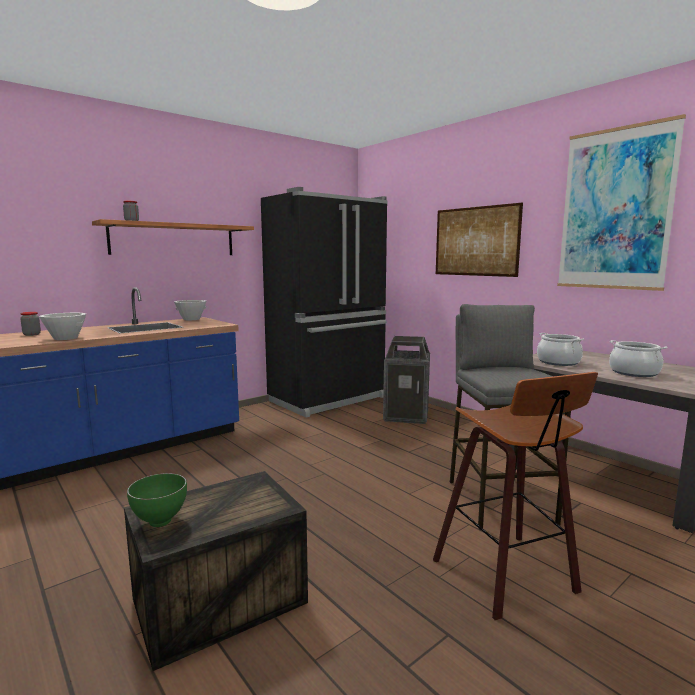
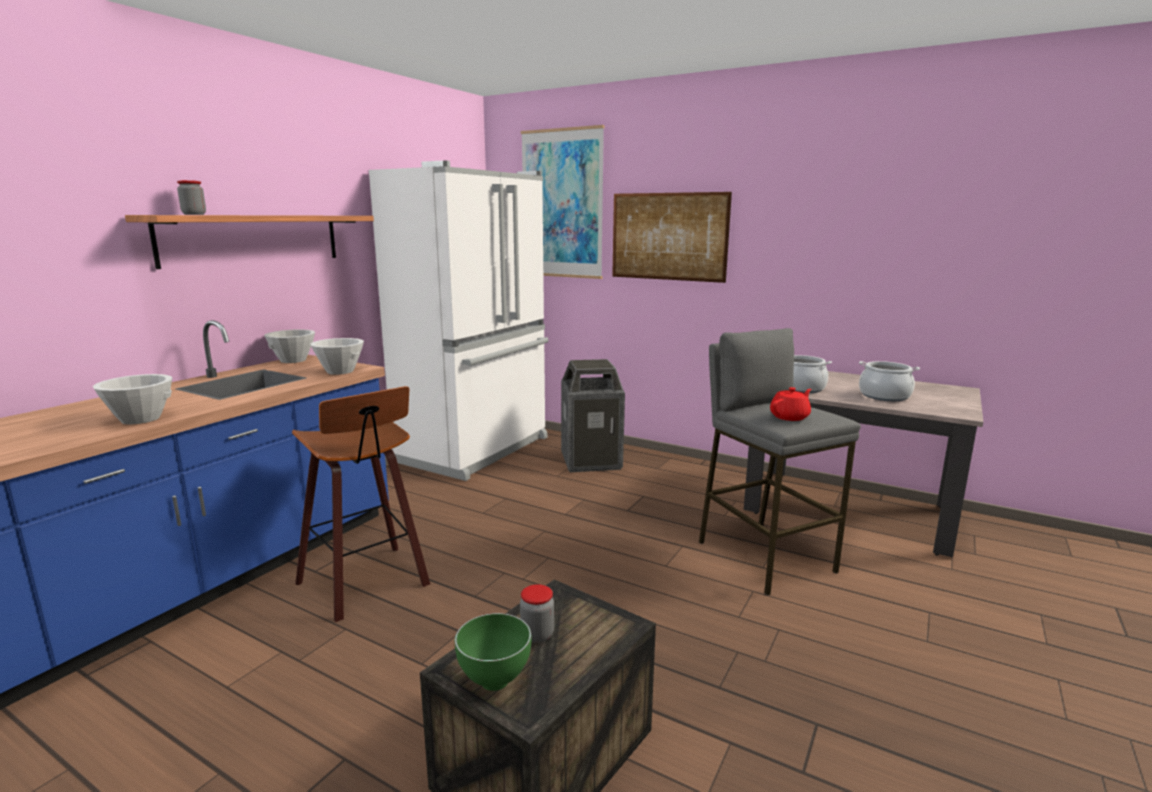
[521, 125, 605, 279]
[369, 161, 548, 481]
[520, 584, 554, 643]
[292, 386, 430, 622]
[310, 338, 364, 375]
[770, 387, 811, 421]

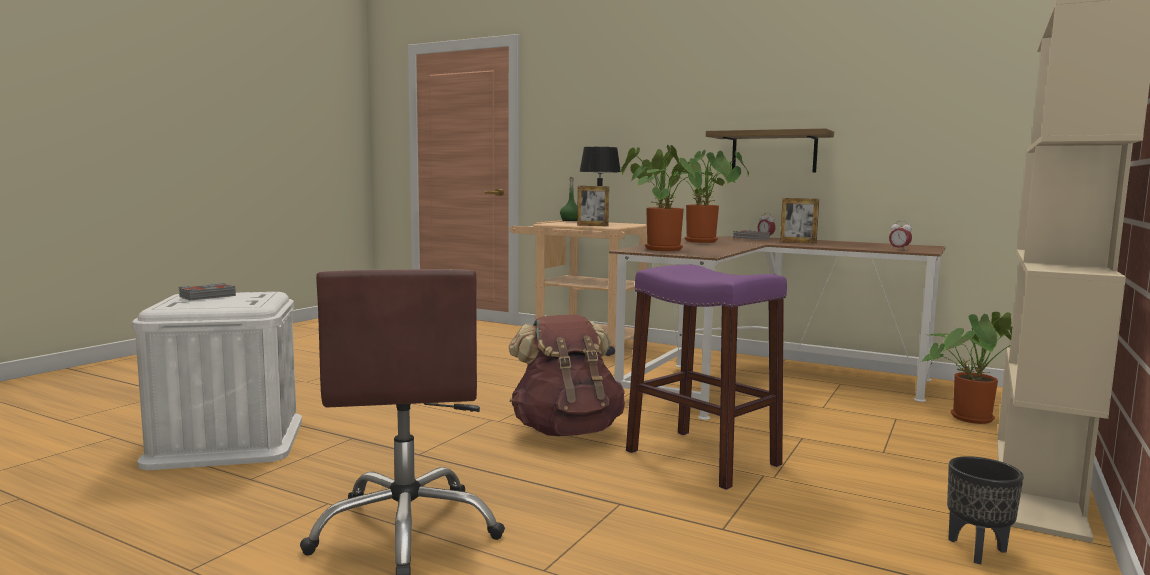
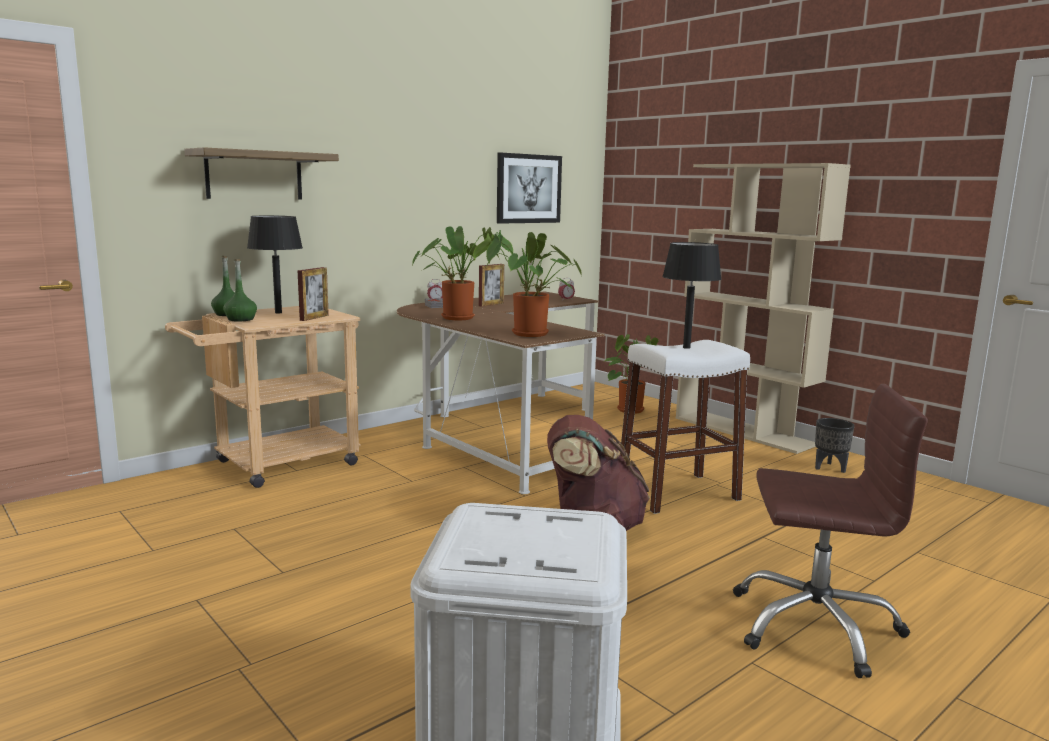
[184, 147, 339, 199]
[620, 340, 750, 514]
[179, 283, 236, 300] (first image)
[497, 153, 562, 224]
[662, 242, 722, 349]
[223, 259, 257, 322]

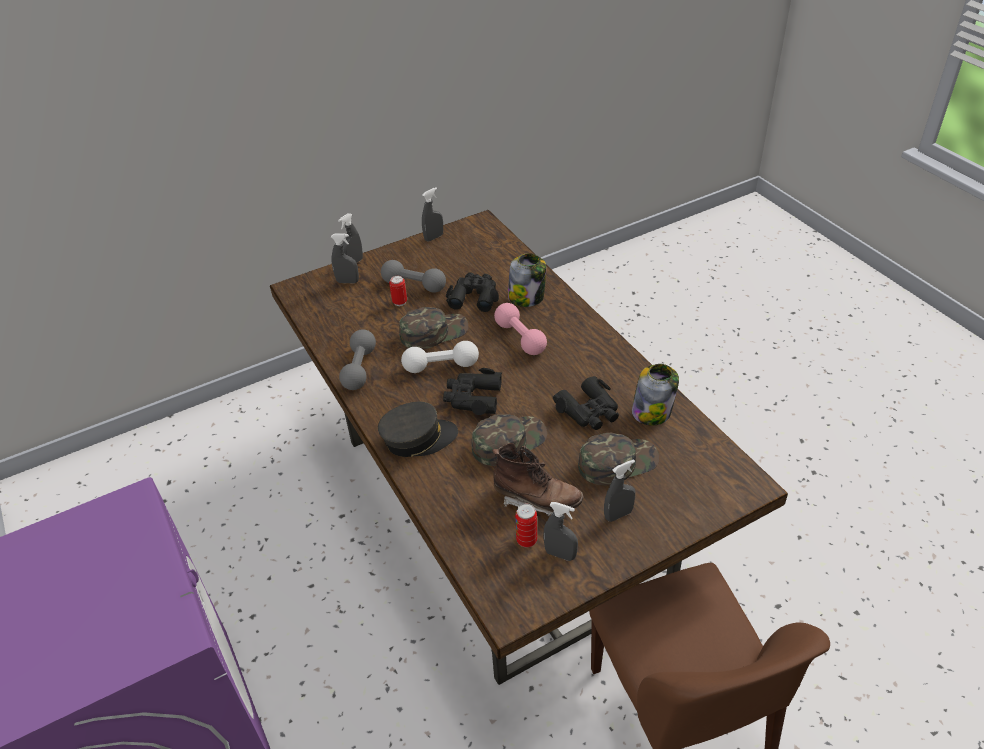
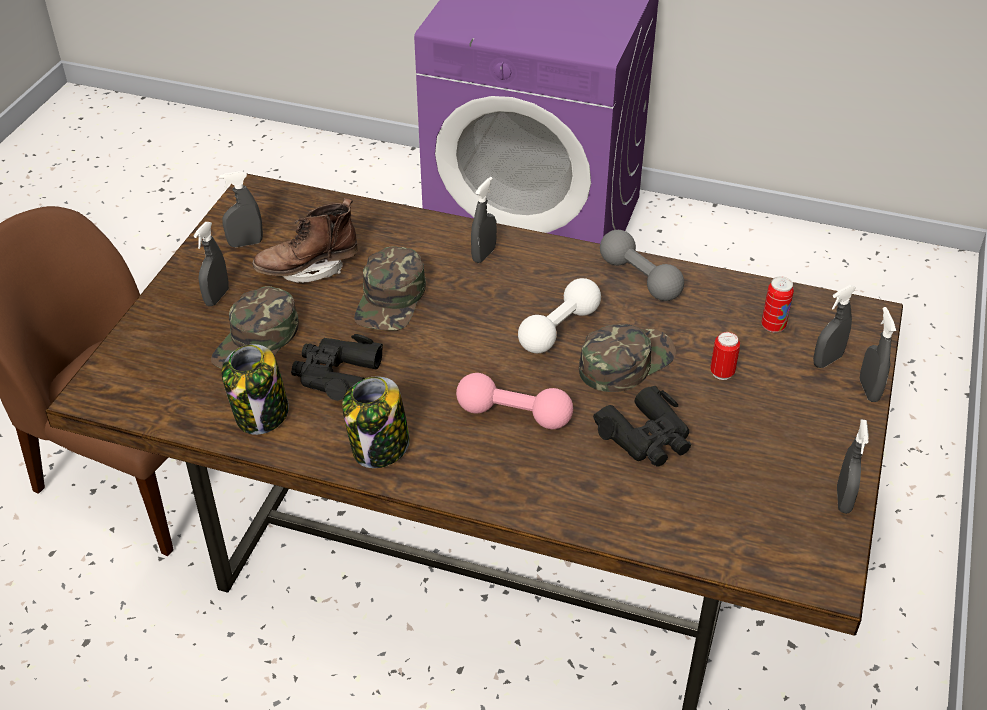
[342, 377, 410, 468]
[381, 260, 446, 293] (first image)
[579, 324, 676, 392]
[443, 368, 502, 415] (first image)
[471, 177, 497, 263]
[761, 276, 794, 333]

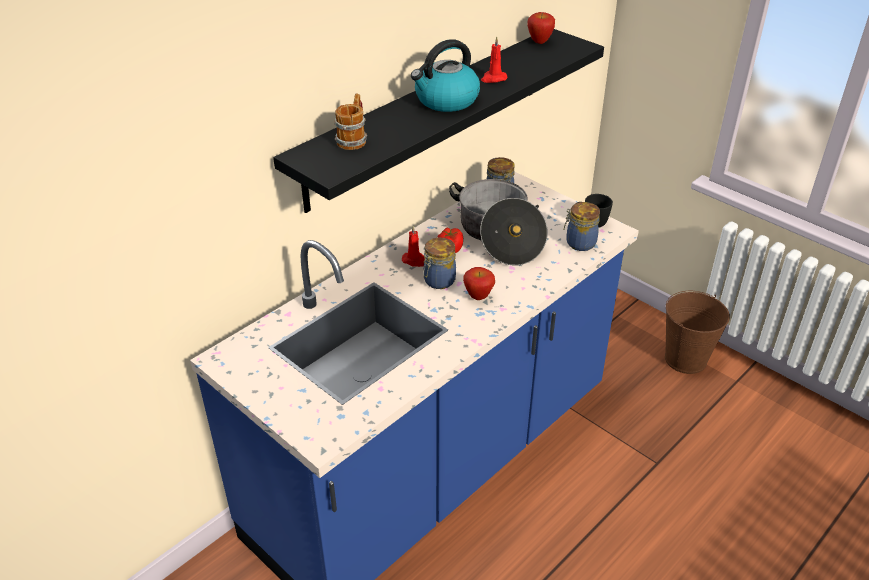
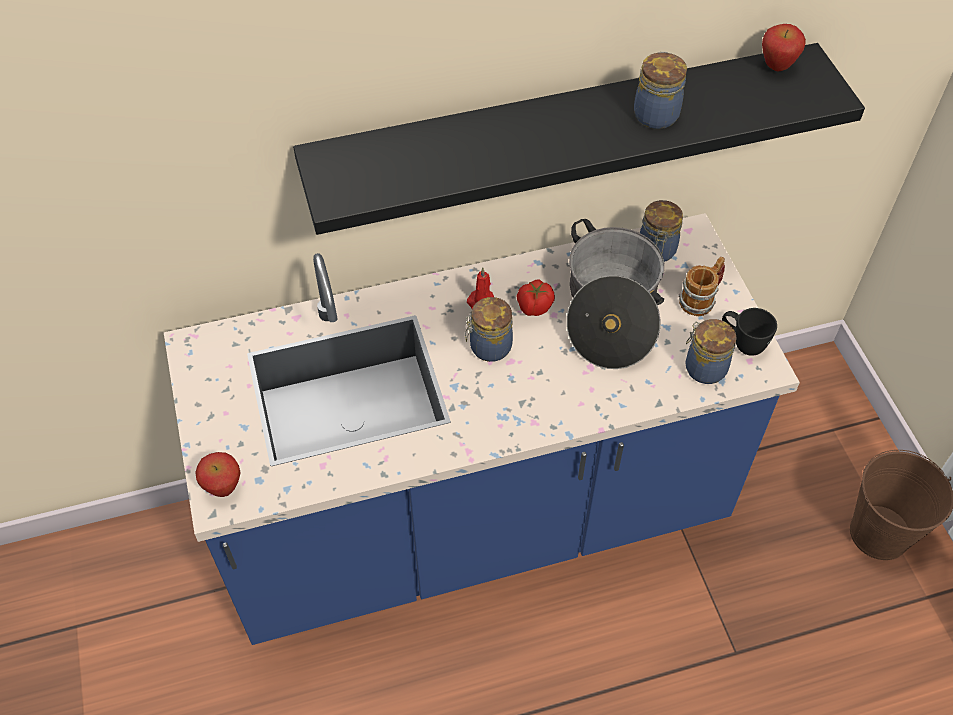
[634, 52, 687, 129]
[411, 39, 480, 112] (first image)
[679, 257, 725, 316]
[195, 452, 241, 497]

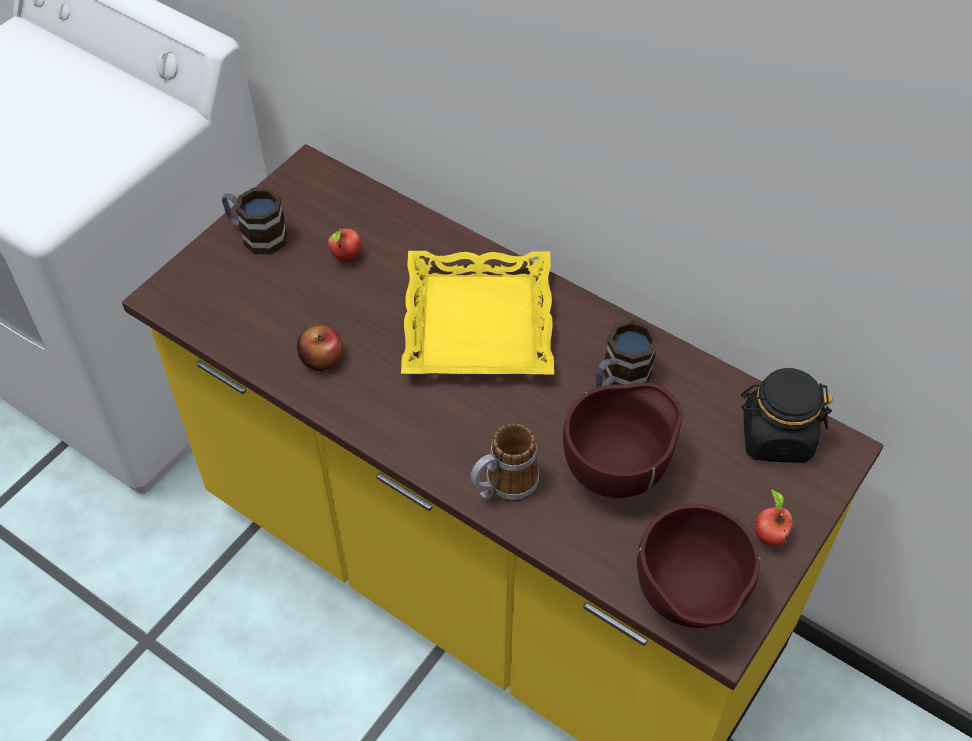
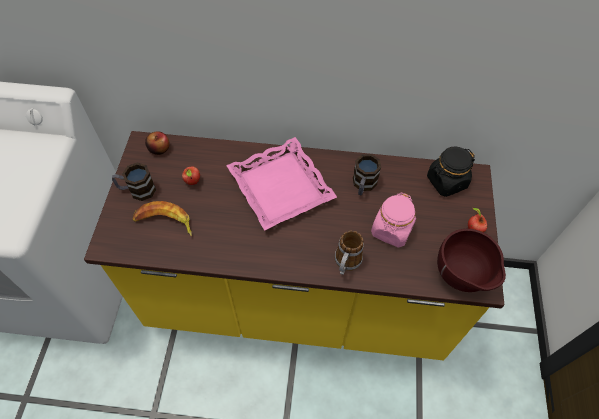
[226, 137, 337, 231]
[145, 131, 170, 155]
[371, 192, 416, 247]
[132, 201, 192, 237]

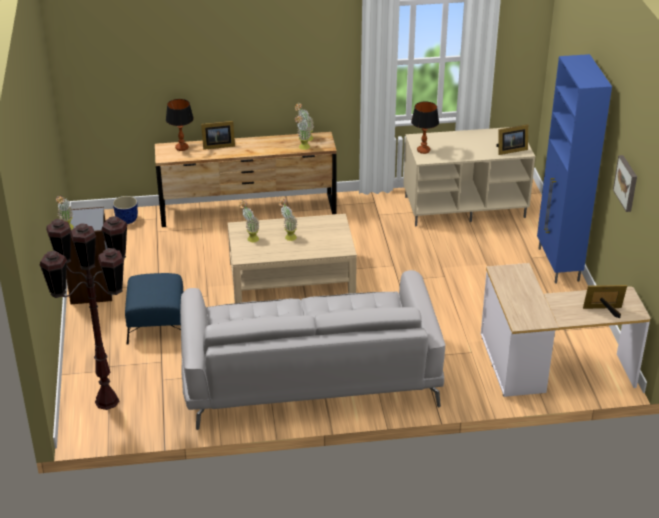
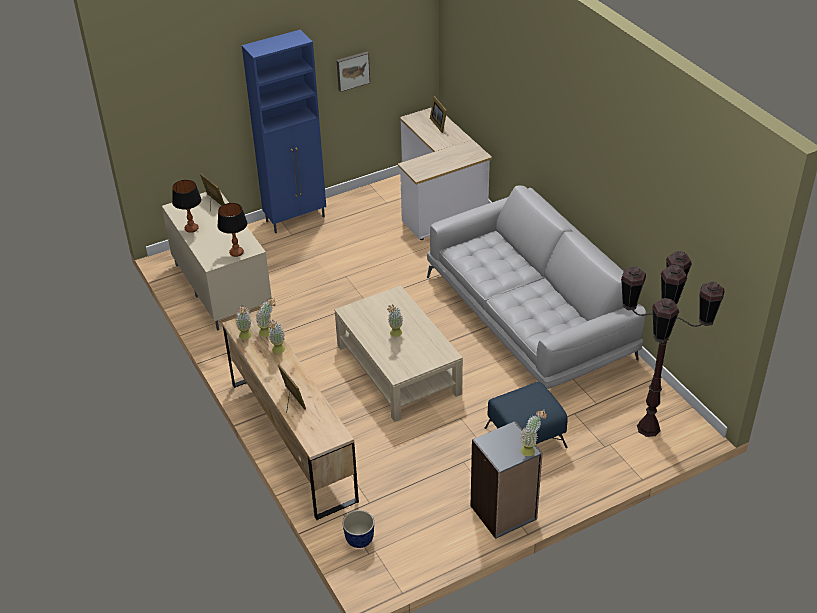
[172, 180, 201, 233]
[268, 319, 285, 354]

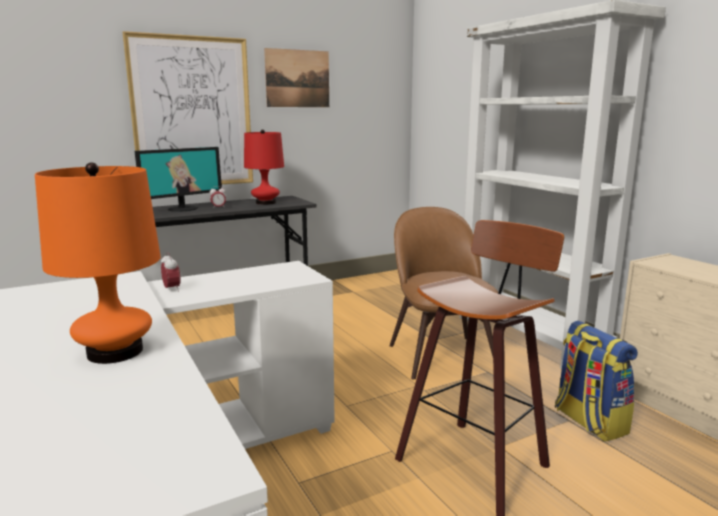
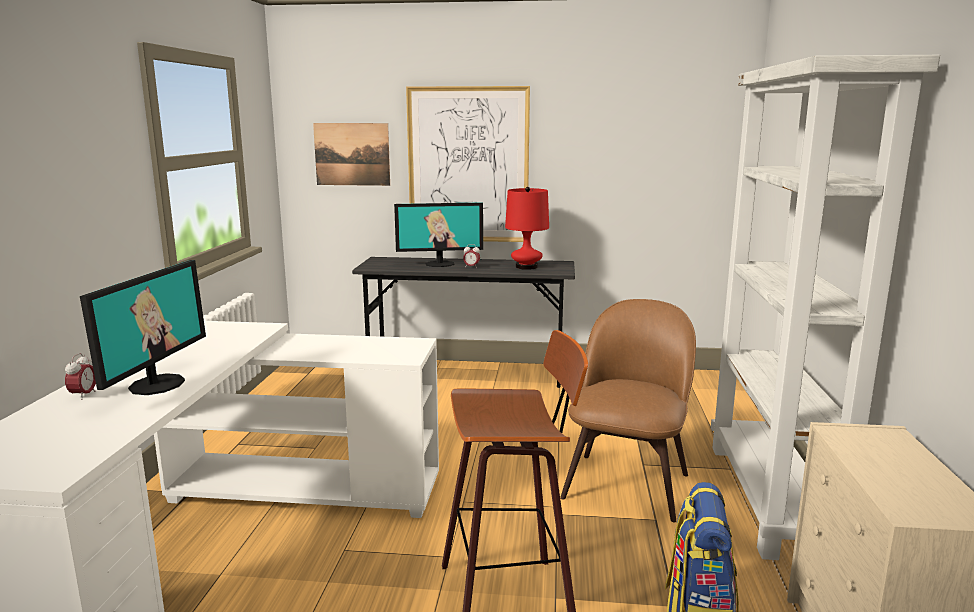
[313, 123, 390, 186]
[80, 260, 206, 395]
[65, 353, 96, 400]

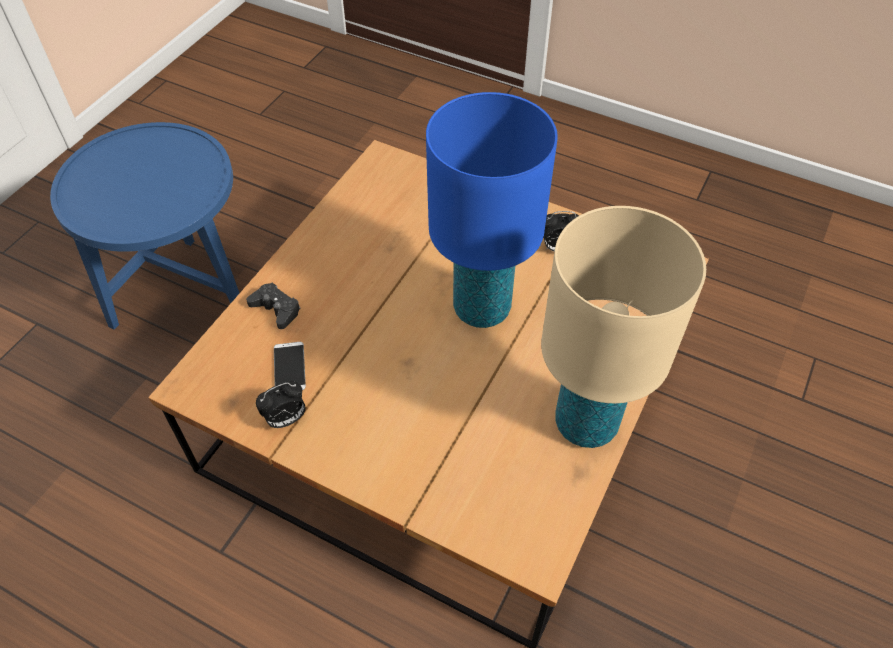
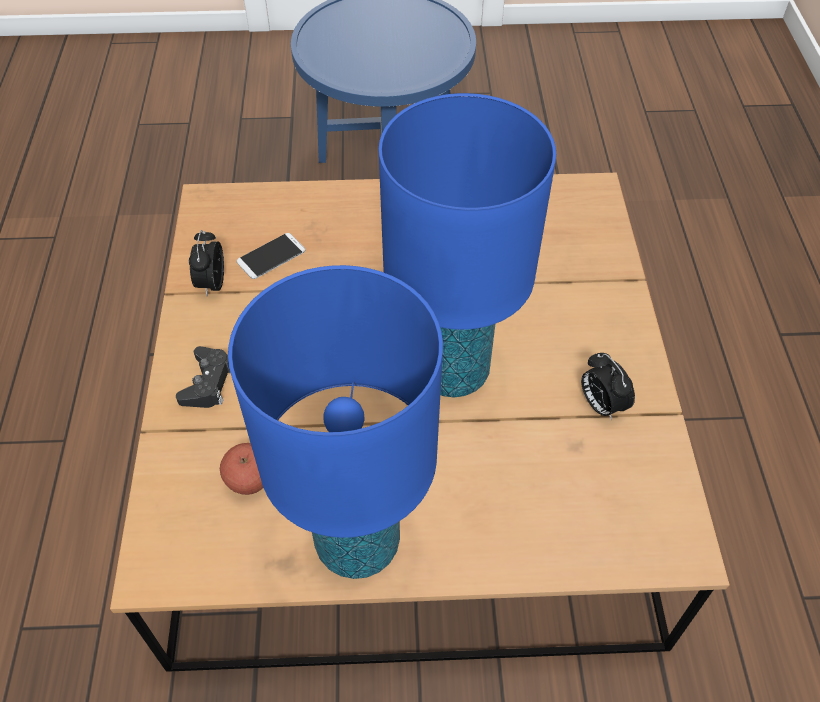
[228, 265, 443, 579]
[176, 346, 230, 408]
[189, 230, 224, 296]
[220, 443, 263, 495]

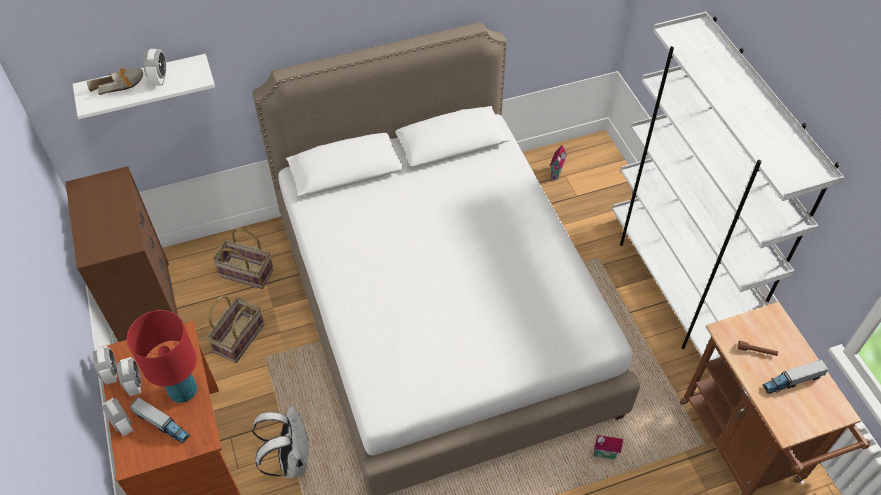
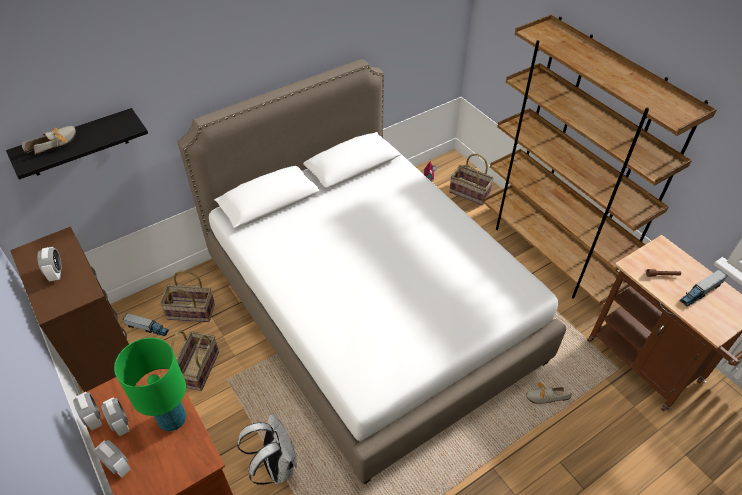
[483, 15, 716, 305]
[37, 247, 62, 282]
[6, 108, 148, 180]
[114, 338, 186, 431]
[122, 313, 169, 336]
[526, 383, 572, 404]
[449, 154, 494, 205]

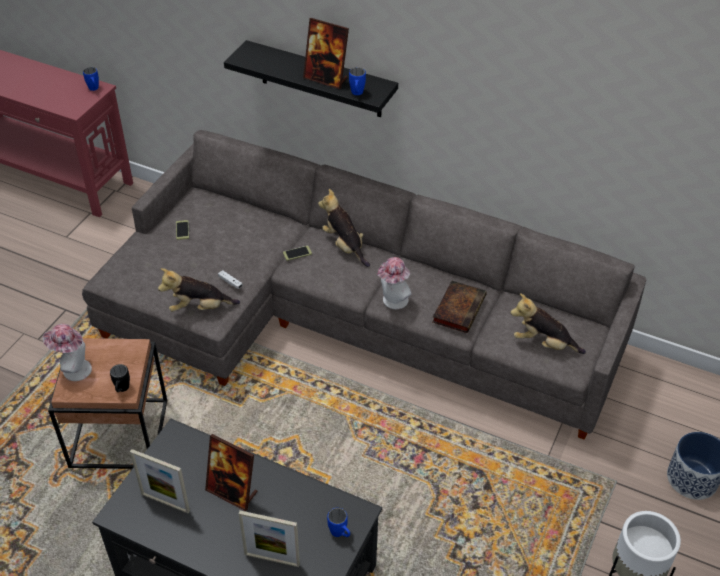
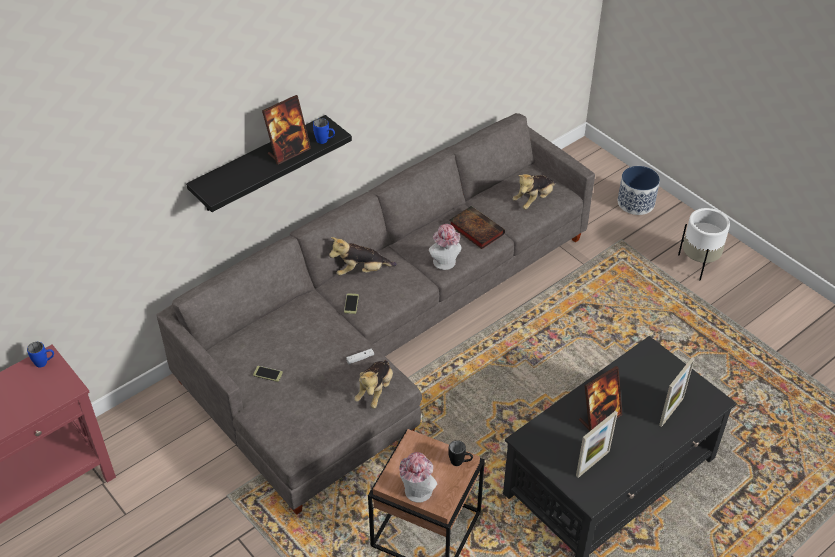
[327, 508, 350, 537] (first image)

